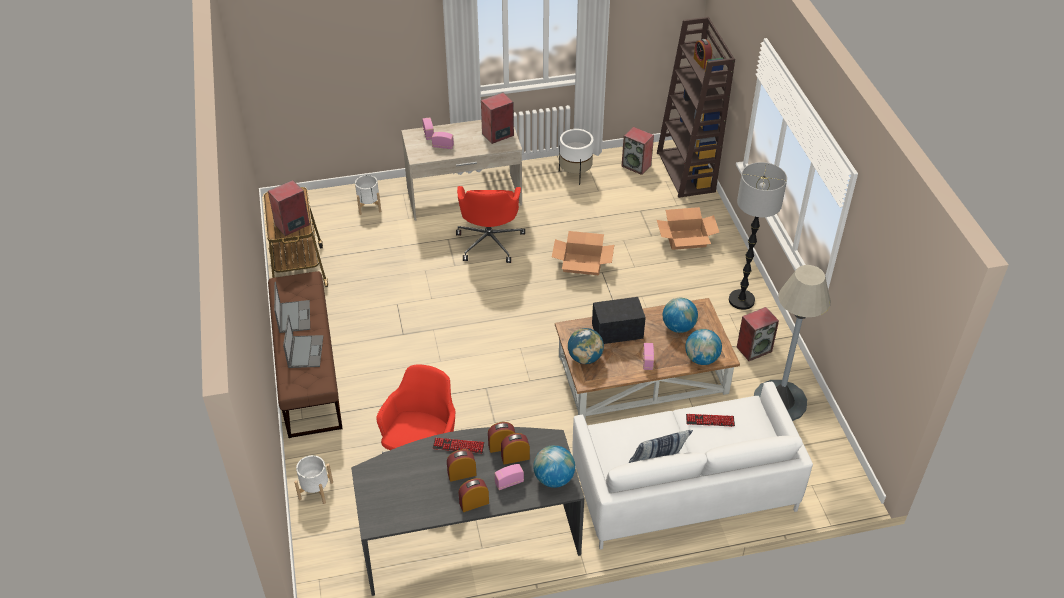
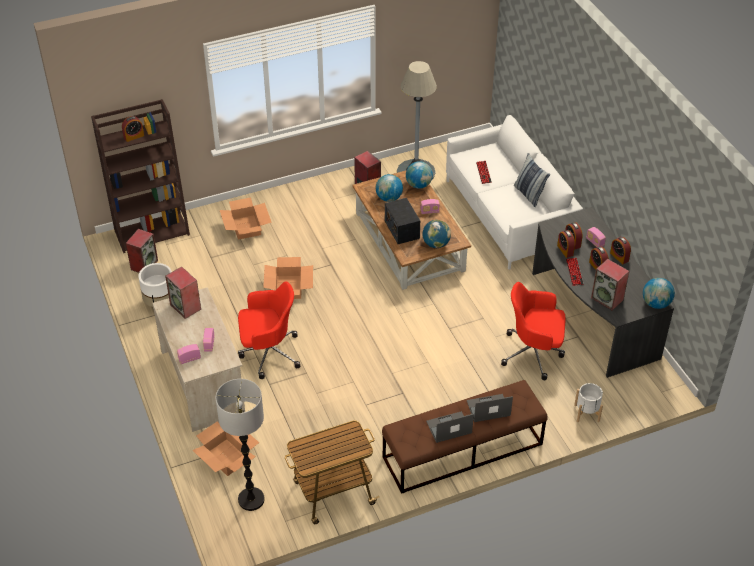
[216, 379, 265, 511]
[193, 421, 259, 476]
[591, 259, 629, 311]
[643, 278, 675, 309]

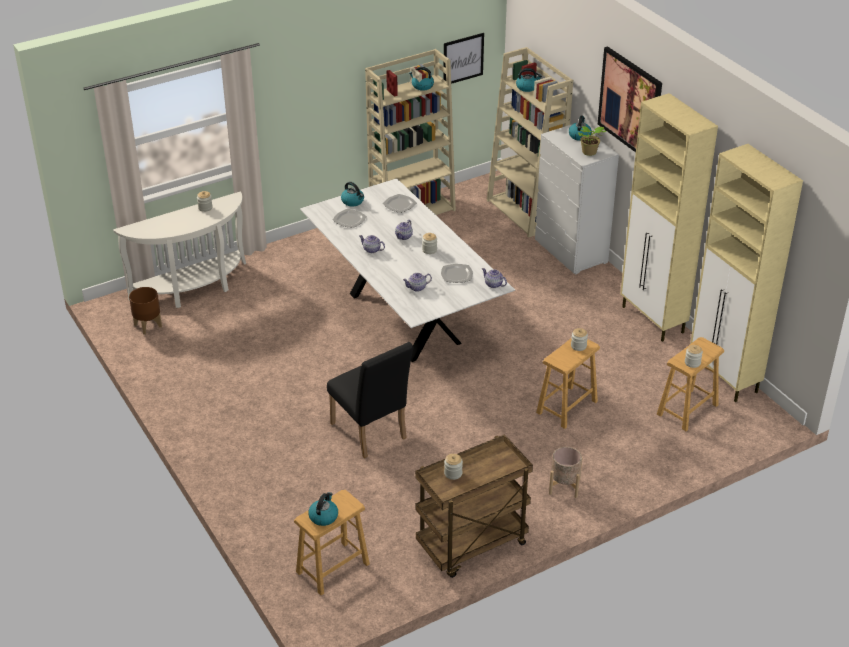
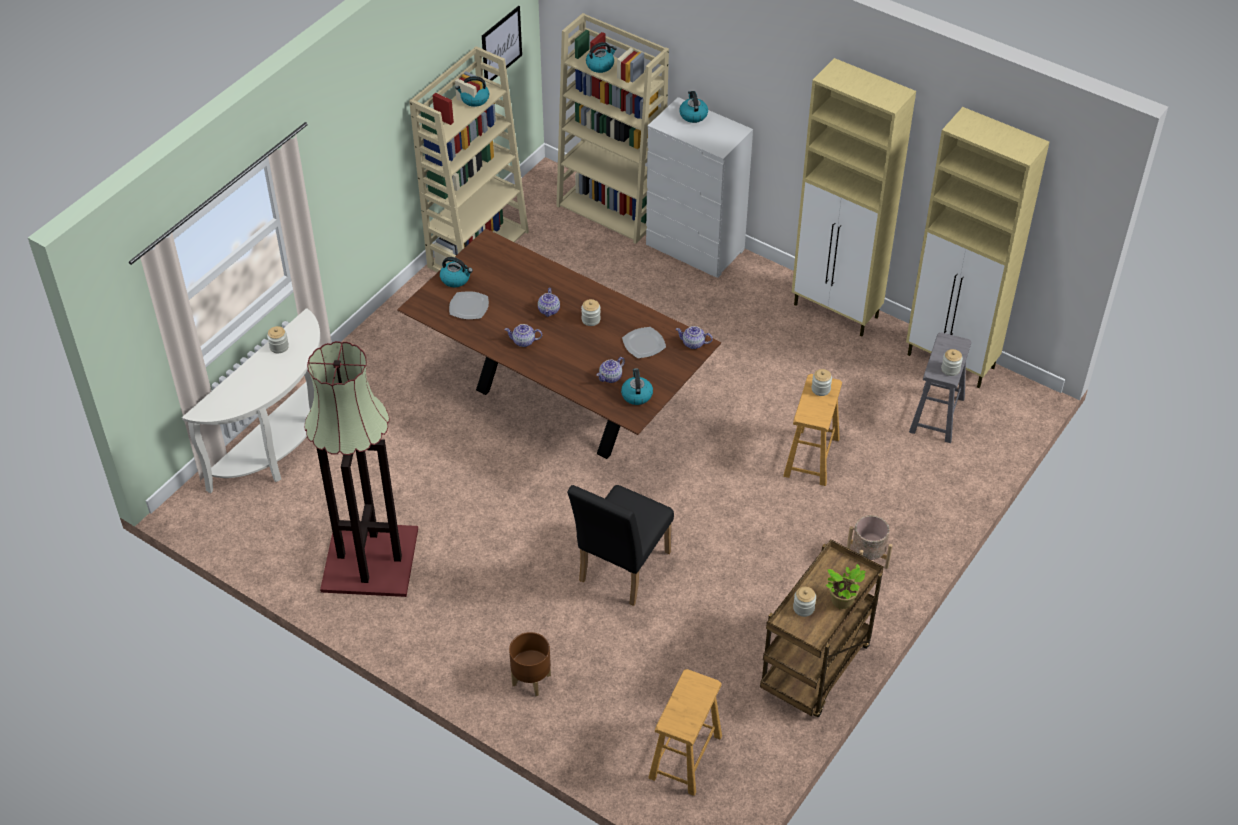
[598, 47, 662, 152] (first image)
[826, 564, 866, 609]
[397, 229, 721, 459]
[383, 194, 417, 213] (first image)
[509, 632, 551, 696]
[909, 332, 972, 443]
[567, 485, 674, 606]
[621, 368, 653, 405]
[305, 341, 418, 597]

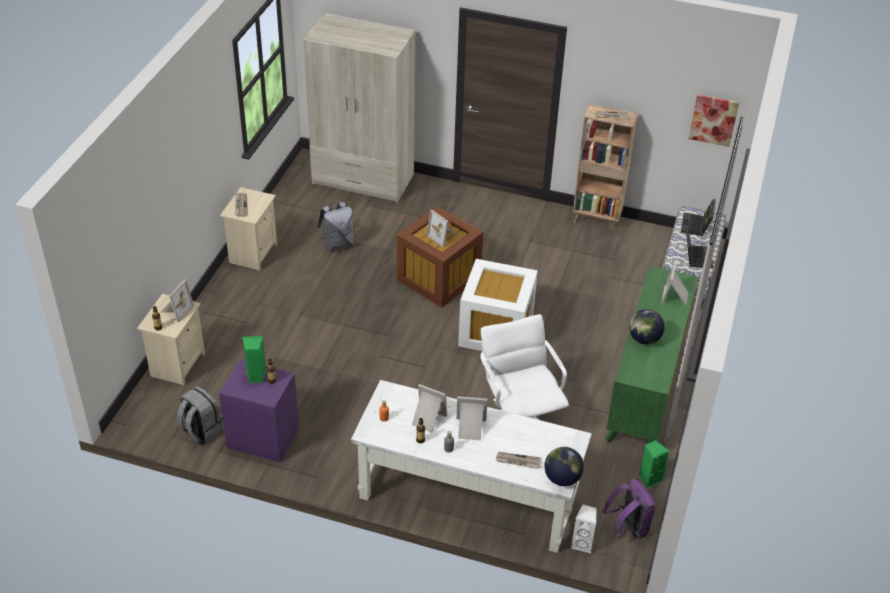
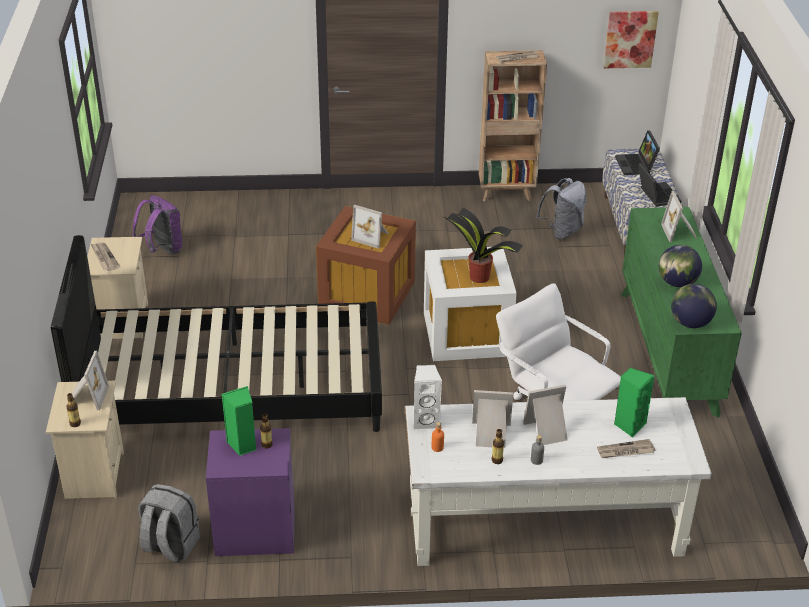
[303, 13, 415, 203] (first image)
[536, 178, 586, 239]
[614, 367, 655, 437]
[671, 284, 717, 328]
[132, 195, 182, 255]
[413, 365, 442, 430]
[442, 208, 523, 283]
[51, 235, 382, 432]

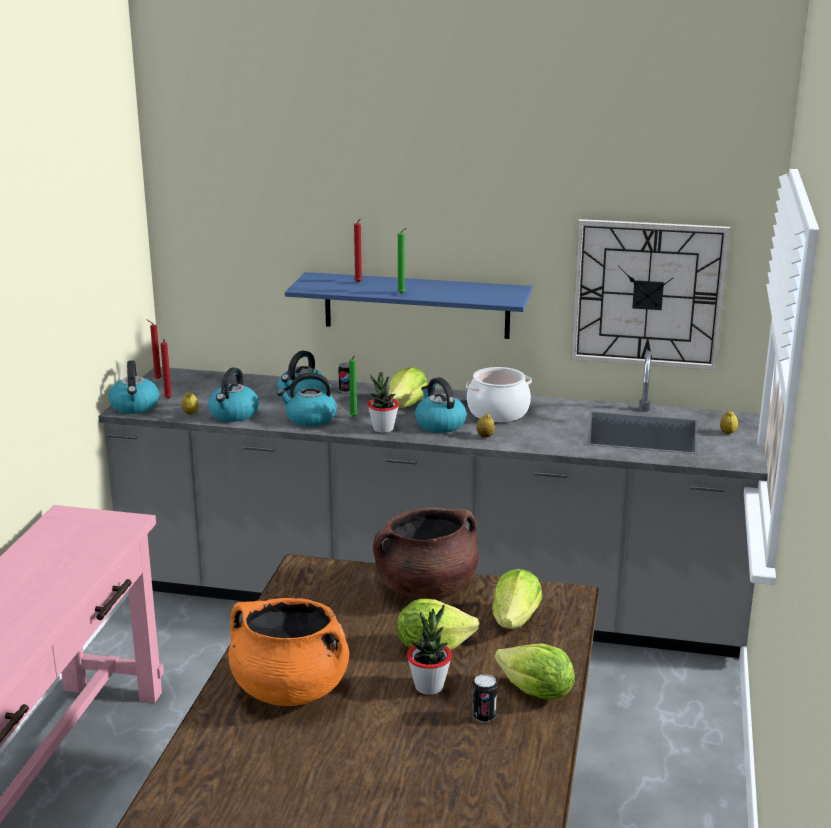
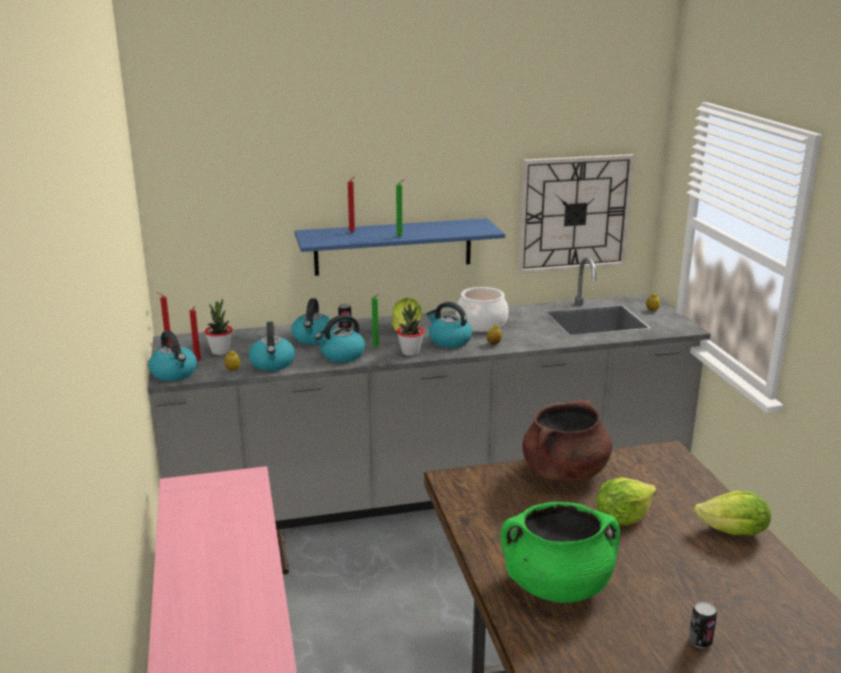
[492, 569, 542, 629] (first image)
[500, 502, 620, 603]
[205, 298, 233, 355]
[689, 602, 717, 648]

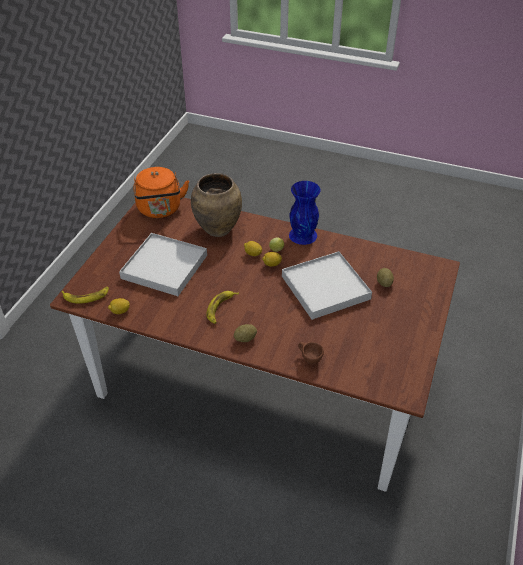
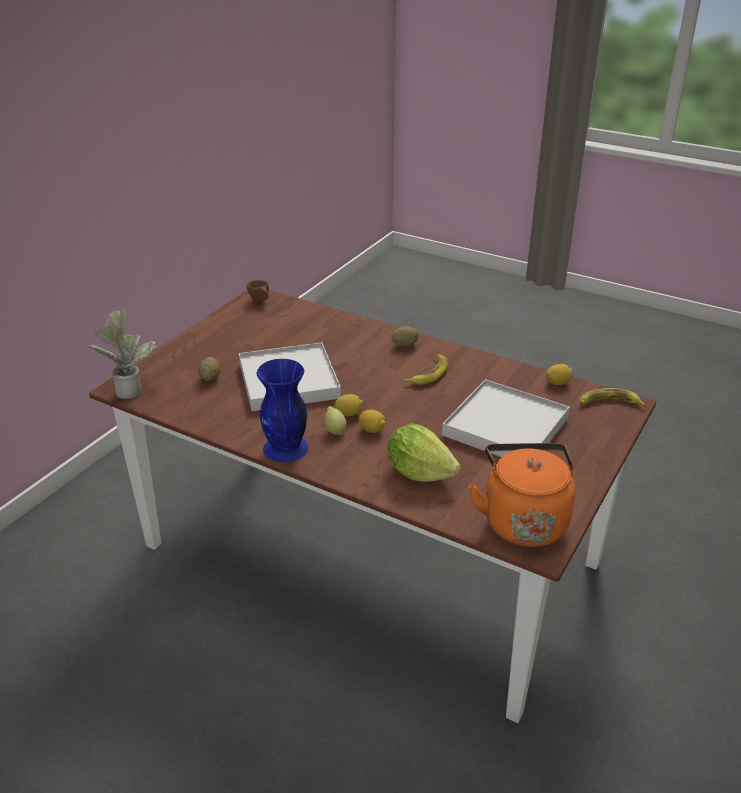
[388, 423, 461, 482]
[246, 280, 269, 302]
[88, 309, 157, 399]

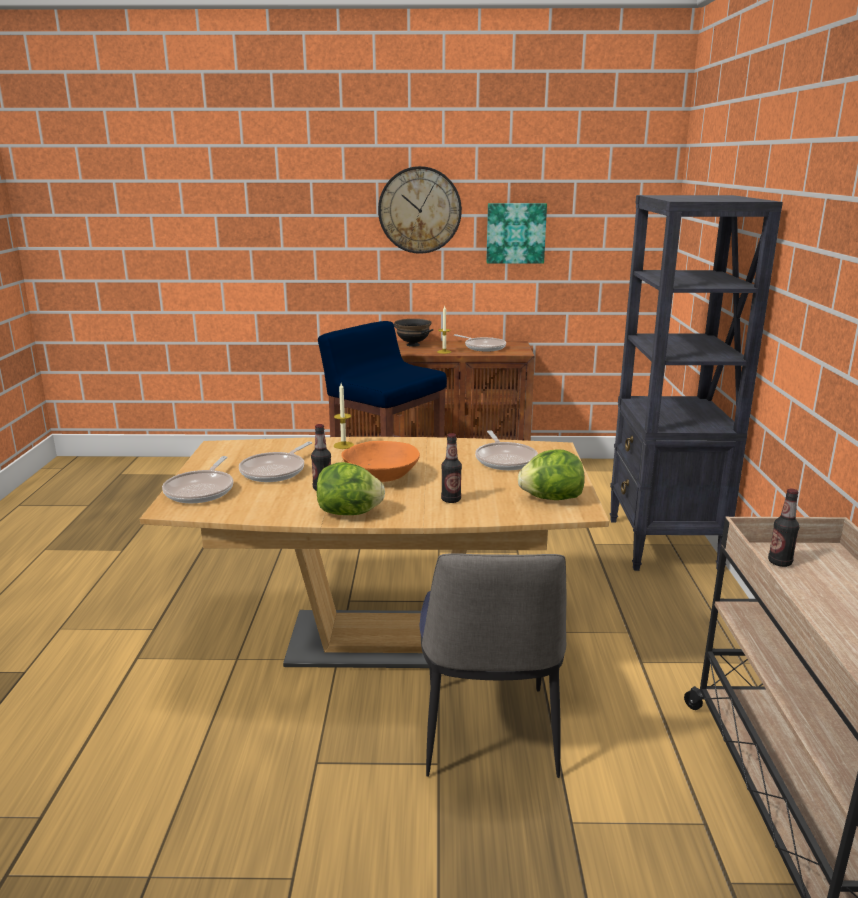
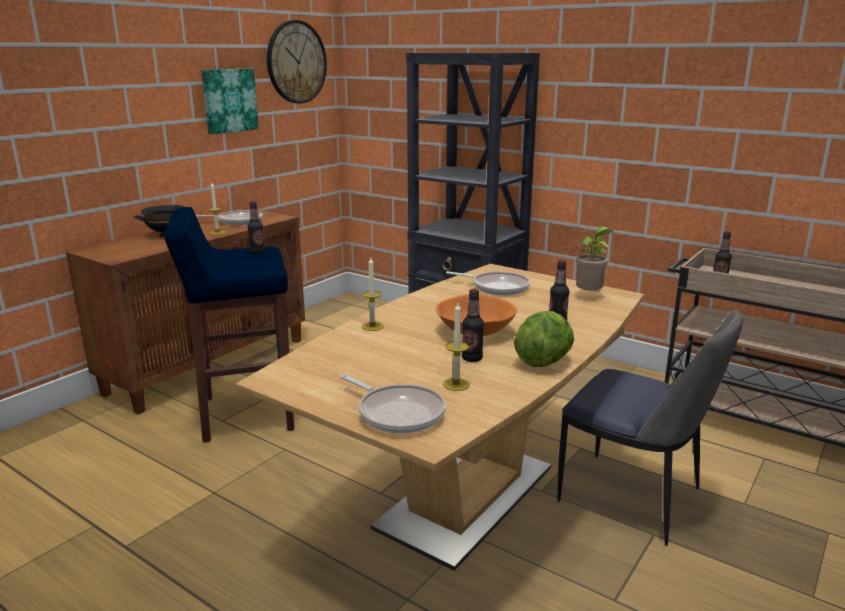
[267, 20, 327, 103]
[239, 441, 312, 482] (first image)
[576, 226, 613, 292]
[248, 201, 265, 254]
[443, 303, 470, 391]

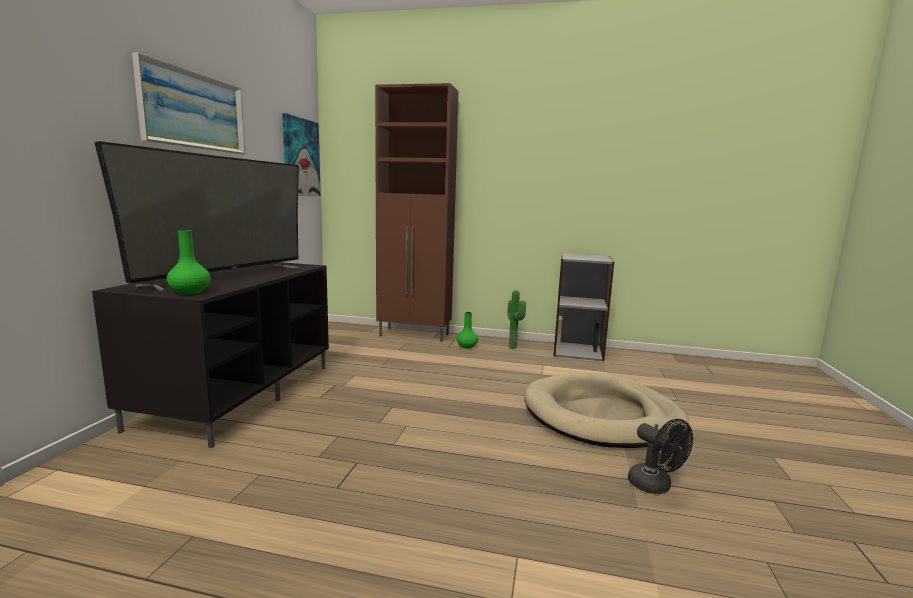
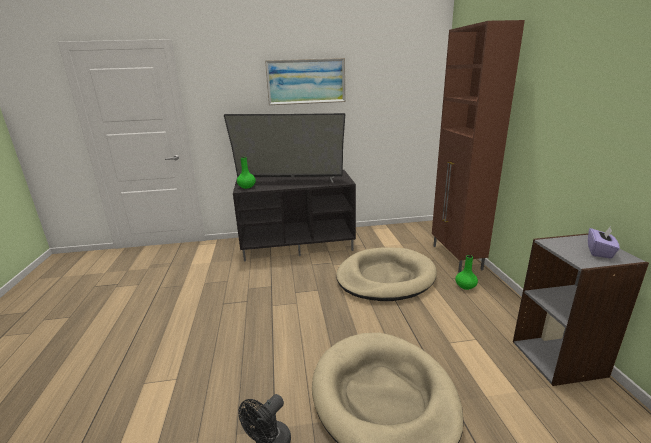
[282, 113, 321, 196] (first image)
[507, 290, 526, 349] (first image)
[588, 227, 620, 259]
[336, 247, 437, 301]

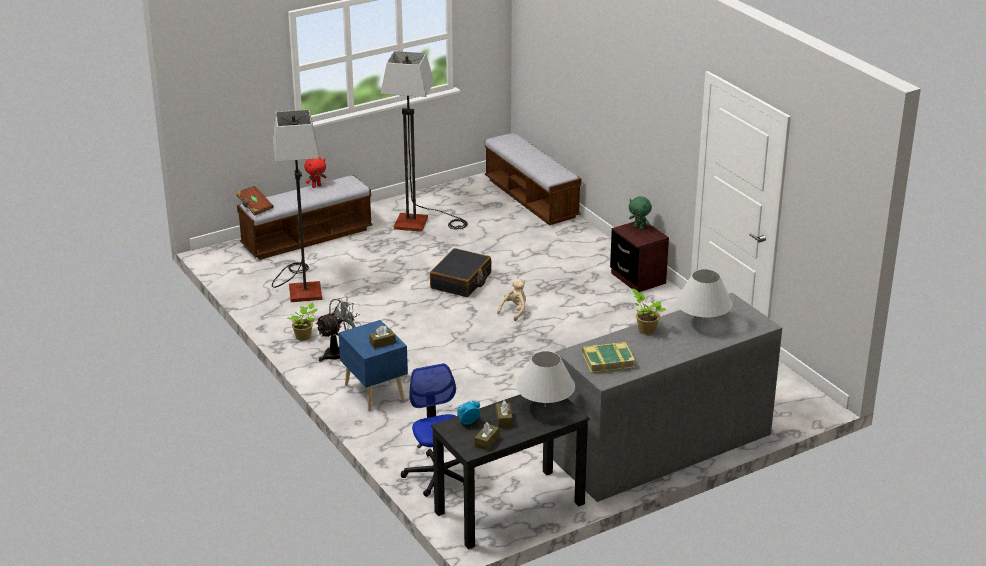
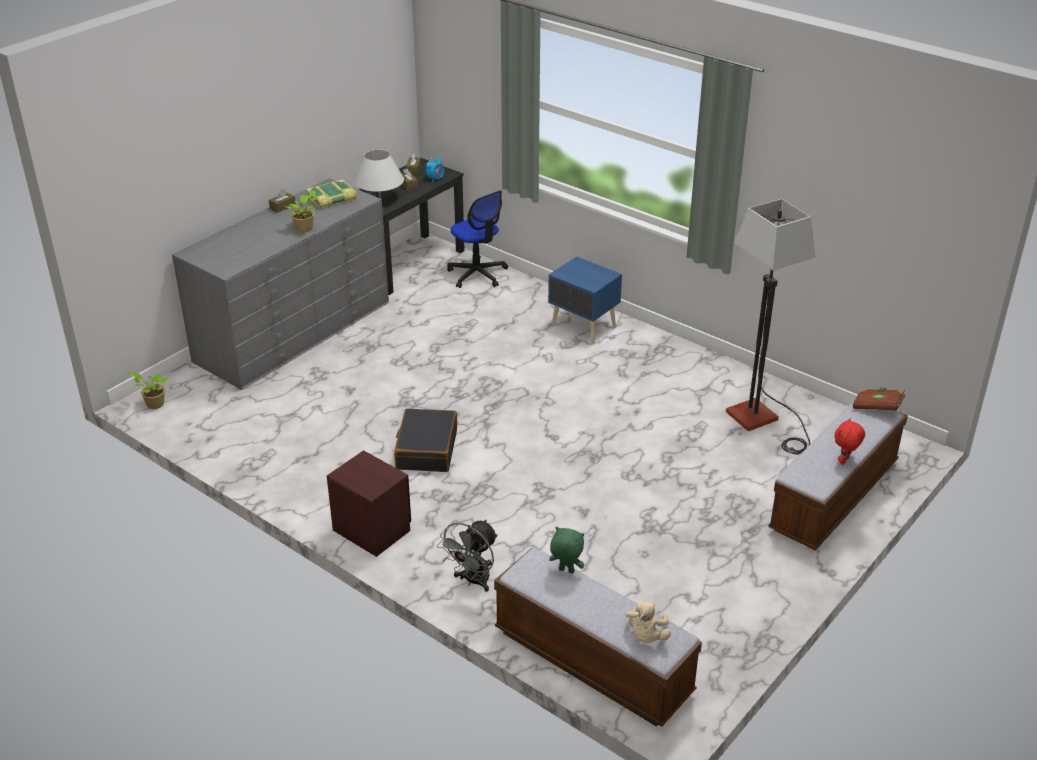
[380, 51, 468, 232] (first image)
[549, 527, 584, 574]
[394, 408, 457, 472]
[676, 269, 732, 323] (first image)
[626, 602, 671, 643]
[437, 519, 498, 592]
[128, 372, 168, 409]
[269, 189, 296, 213]

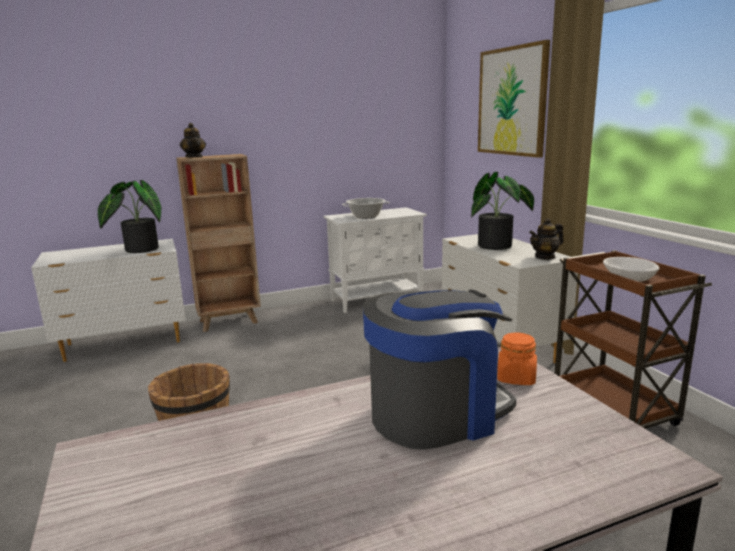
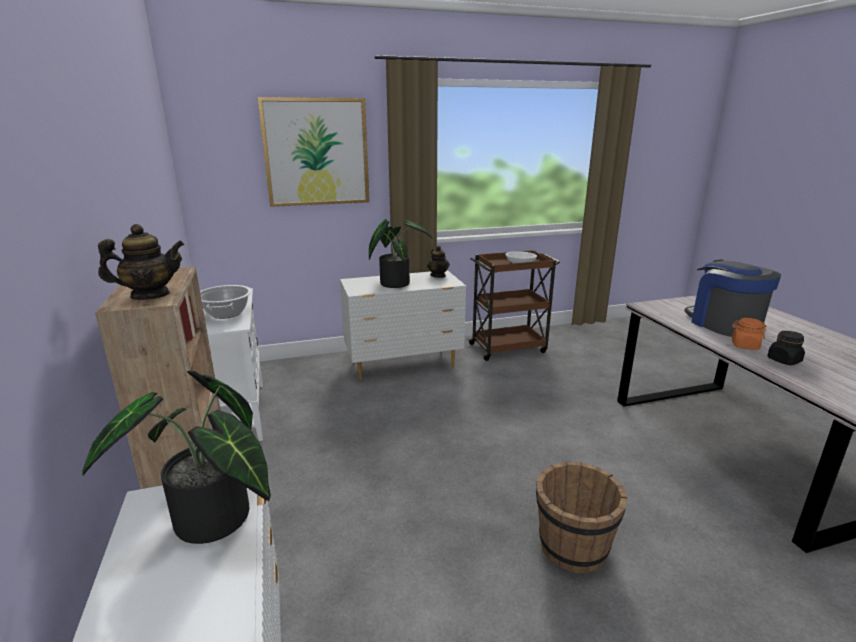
[732, 318, 767, 350]
[767, 331, 805, 365]

